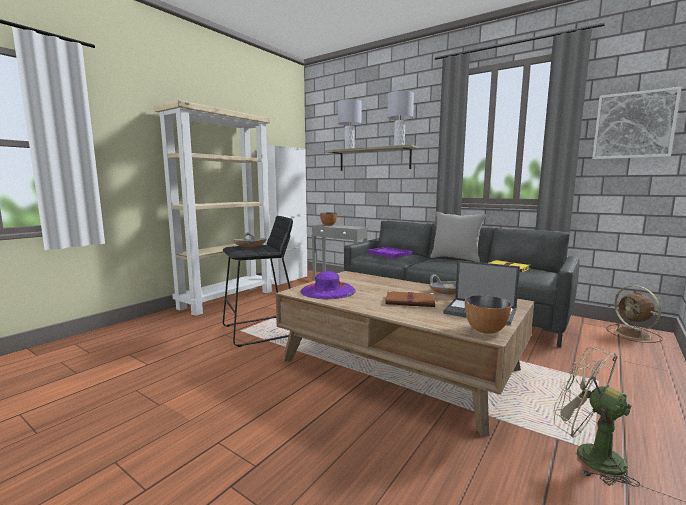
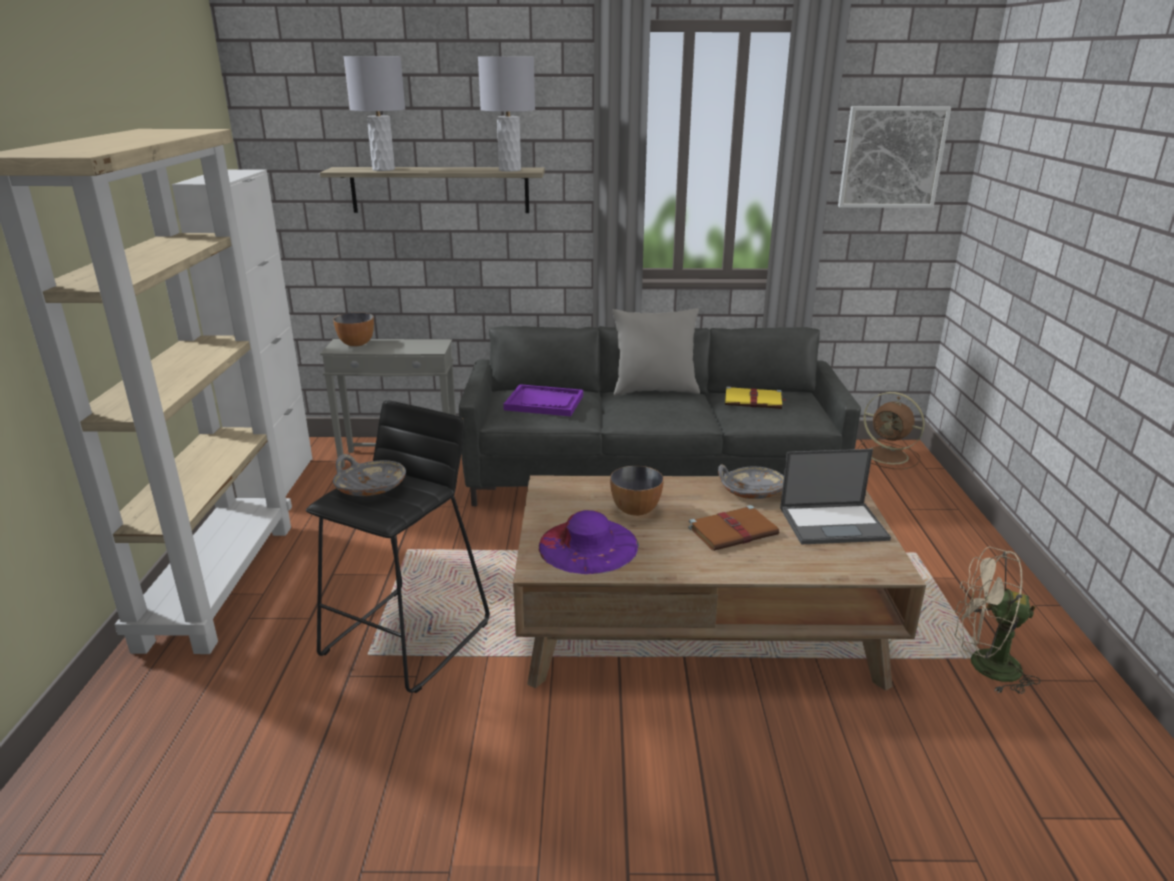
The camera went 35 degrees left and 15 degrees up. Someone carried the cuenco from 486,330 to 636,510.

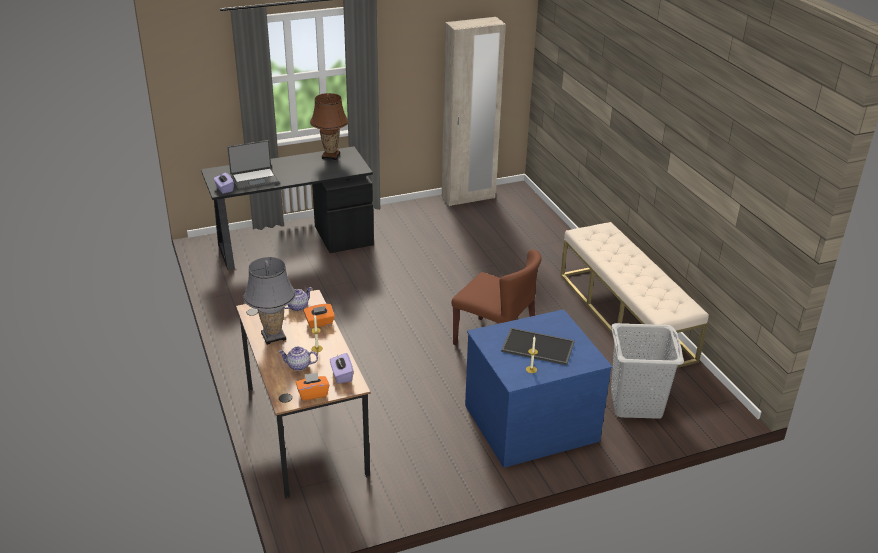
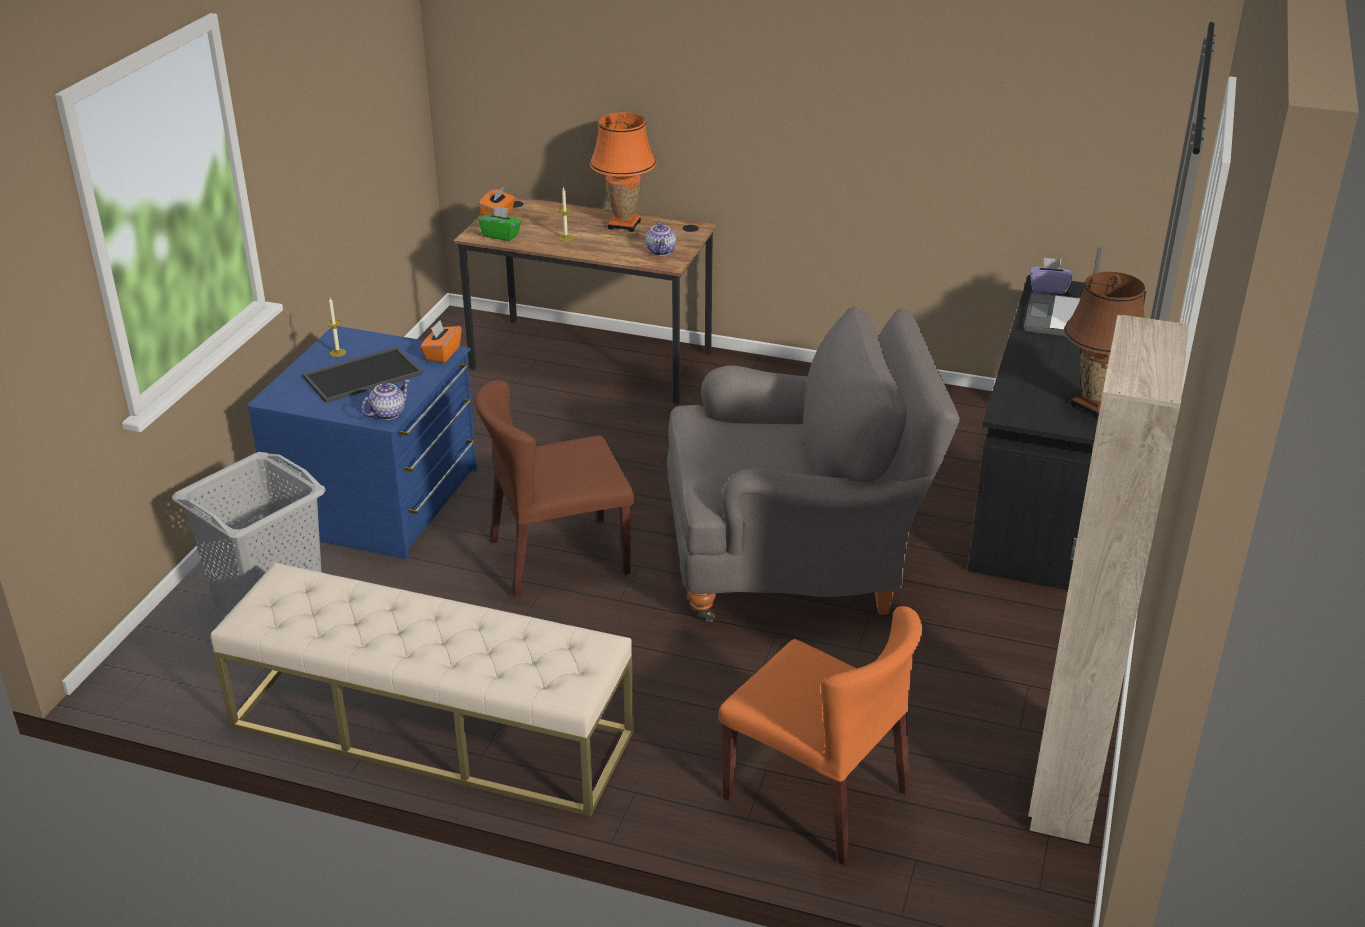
The camera went 130 degrees right and 0 degrees up. Someone put down the sillón (gris) at 796,561. Someone put down the silla (naranja) at 817,795. Someone carried the tetera from 298,366 to 388,413. Someone carried the caja de pañuelos (naranja) from 319,323 to 442,354. Someone repainted the lámpara de mesa (gris) at 273,336, which became the lámpara de mesa (naranja) at 624,225. Someone repainted the caja de pañuelos (morado) at 341,375, which became the caja de pañuelos (verde) at 501,235.

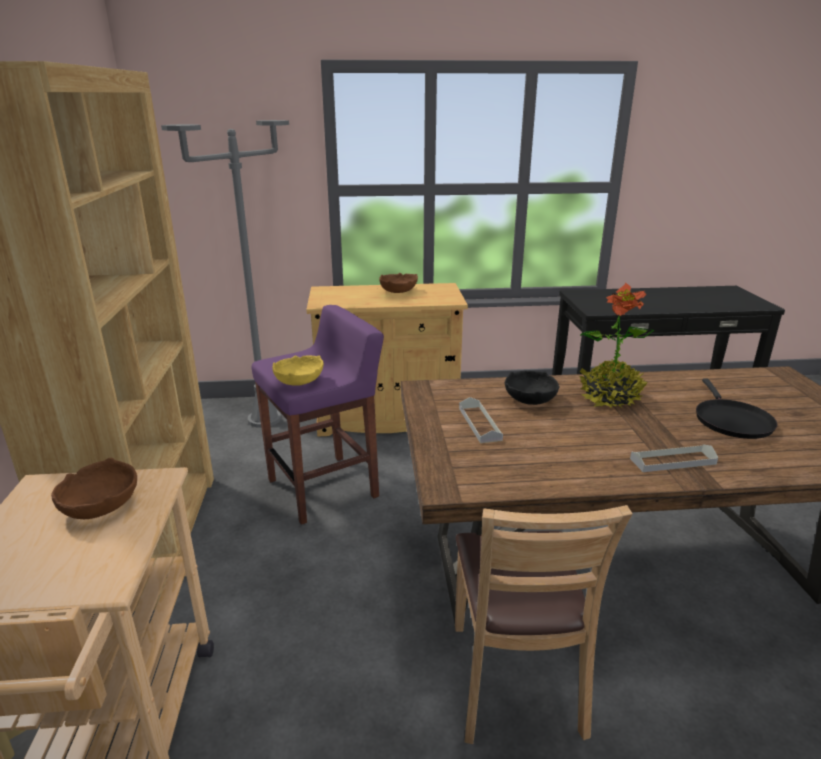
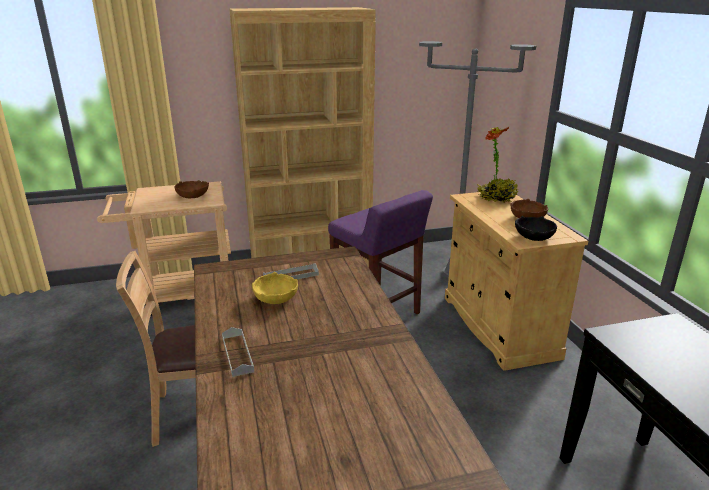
The camera went 80 degrees right and 0 degrees up. Someone took away the sartén (negro) at 730,420. Someone carried the cuenco (amarillo) from 299,381 to 276,299. Someone carried the cuenco (negro) from 530,399 to 534,237. Someone carried the planta en maceta from 609,397 to 496,198.

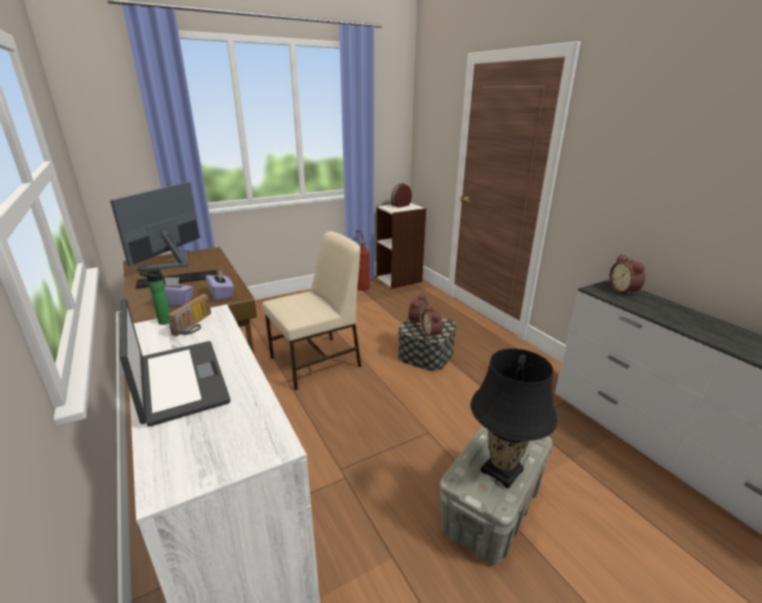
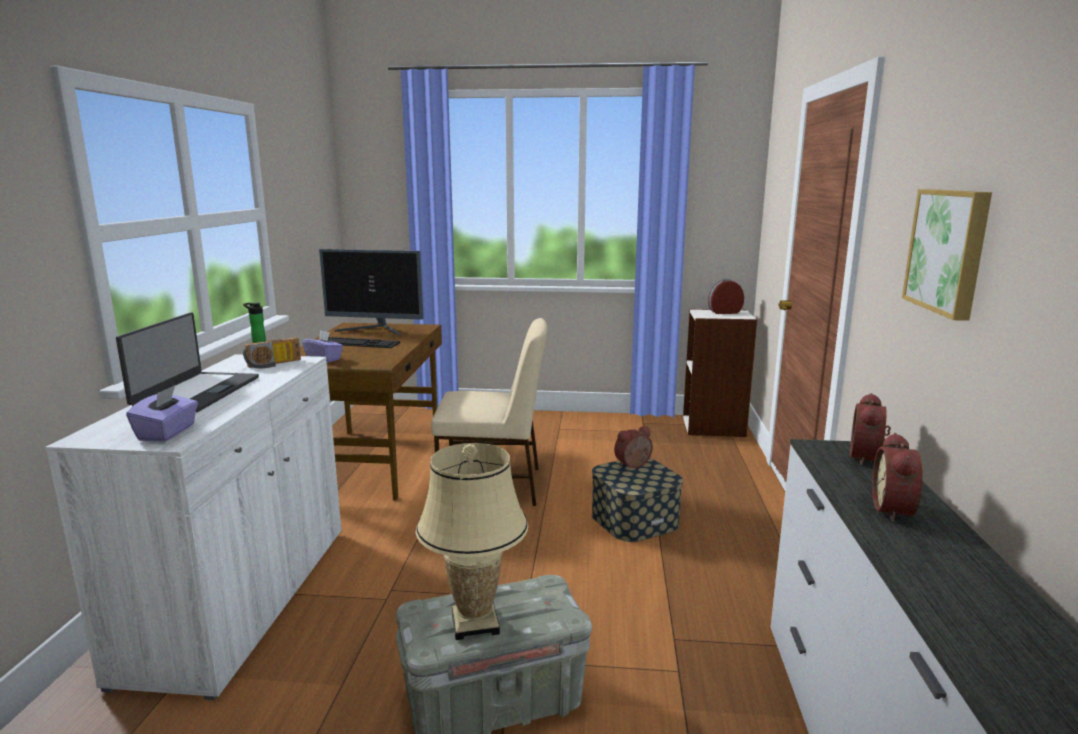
The camera went 35 degrees right and 10 degrees down. Someone took away the extintor at 361,287. Someone put up the cuadro at 949,251. Someone carried the caja de pañuelos (morado) from 221,295 to 167,433. Someone carried the despertador from 432,333 to 896,510. Someone repainted the lámpara de mesa (negro) at 501,471, which became the lámpara de mesa (beis) at 474,623. Someone rotated the monitor at 172,263 by 135 degrees counterclockwise.

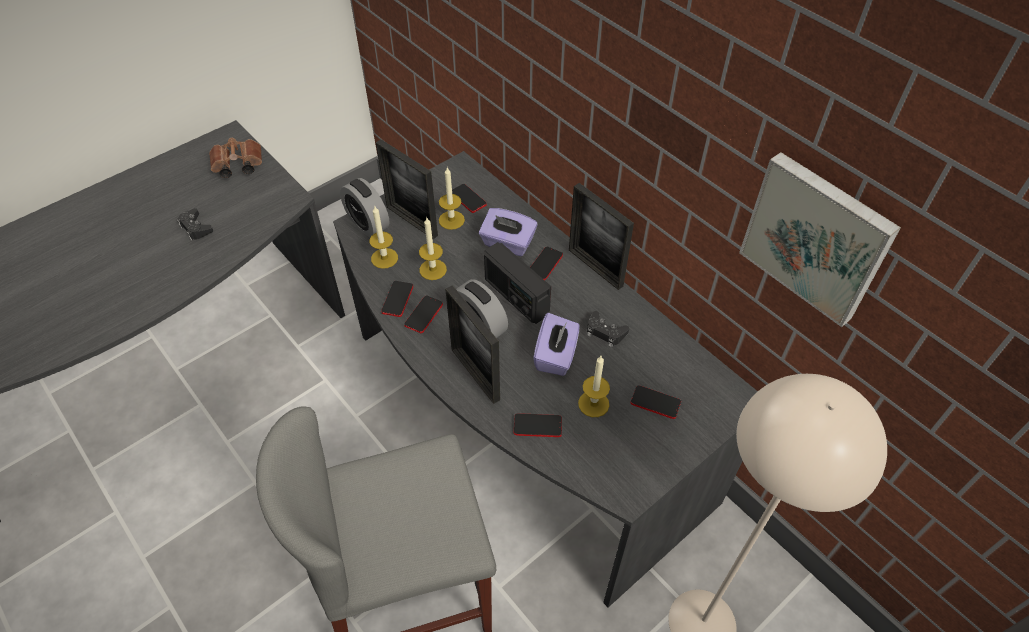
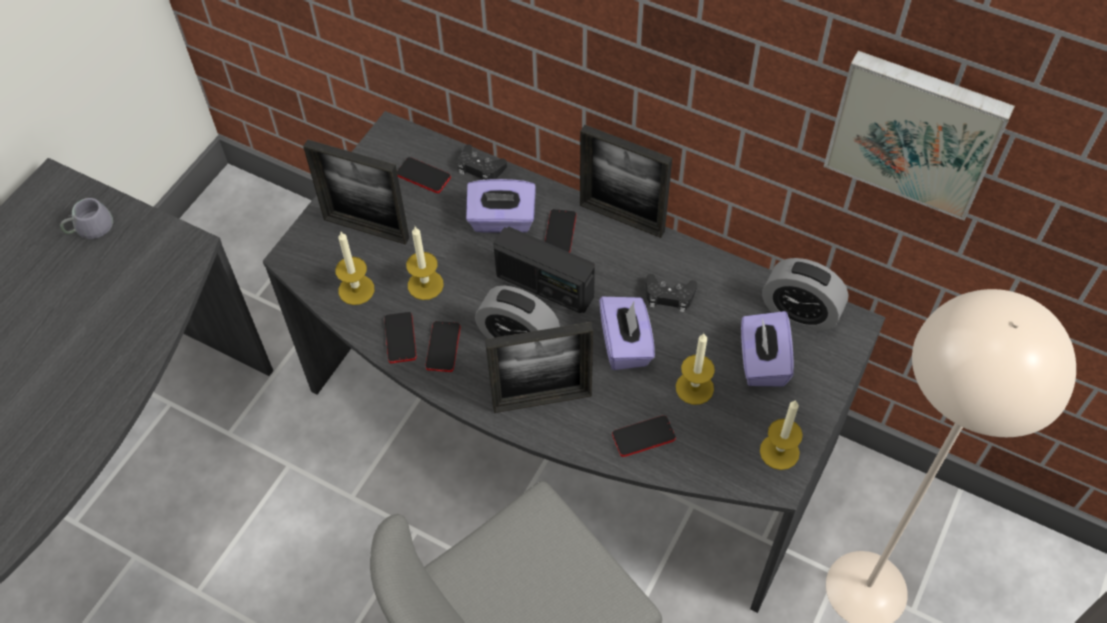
The camera went 20 degrees left and 5 degrees up. Someone carried the mando de consola (negro) from 195,228 to 480,168. Someone carried the despertador from 367,223 to 800,312. Someone carried the vela from 451,220 to 779,451. Someone swapped the prismáticos (marrón) at 237,166 for the taza grande (gris) at 88,225. Someone swapped the móvil at 655,402 for the caja de pañuelos (morado) at 762,362. Someone rotated the portarretratos at 475,374 by 45 degrees counterclockwise.

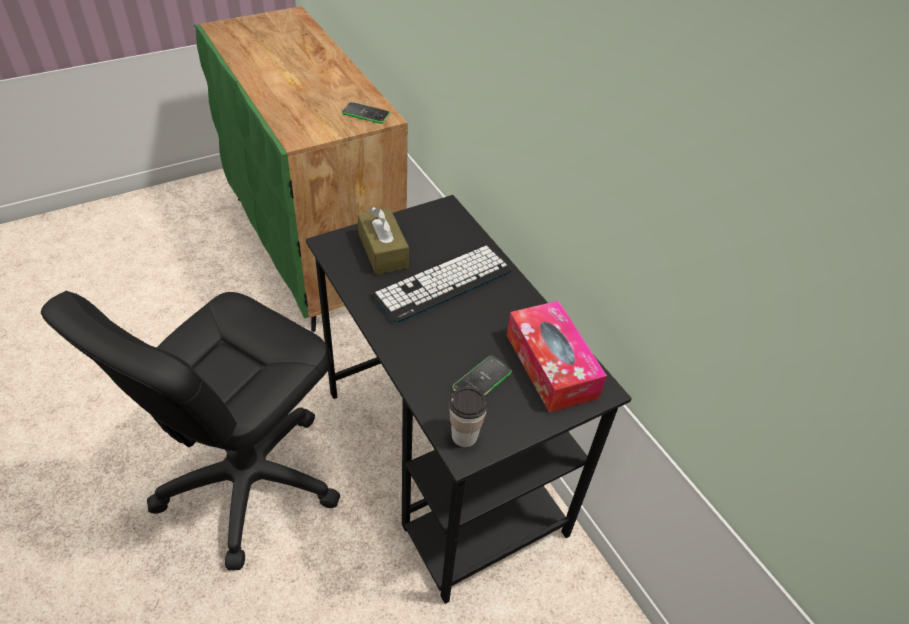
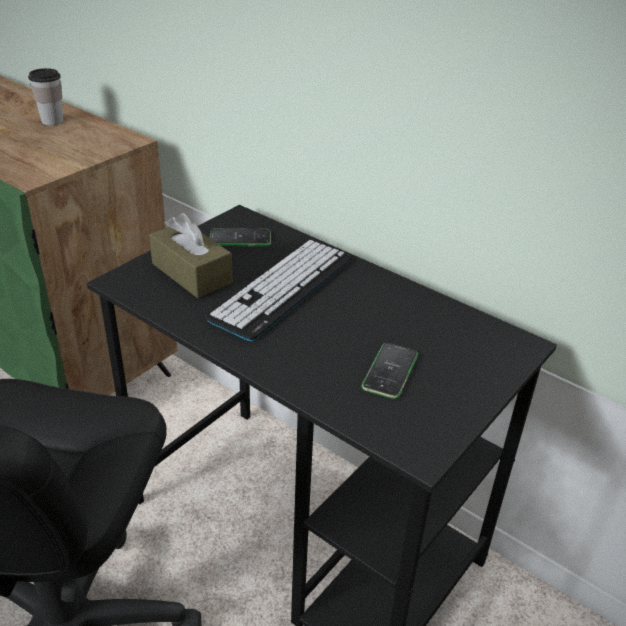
The camera went 20 degrees left and 10 degrees down. Someone took away the caja de pañuelos at 551,365. Someone carried the móvil from 366,114 to 240,238. Someone carried the taza from 464,436 to 52,121.

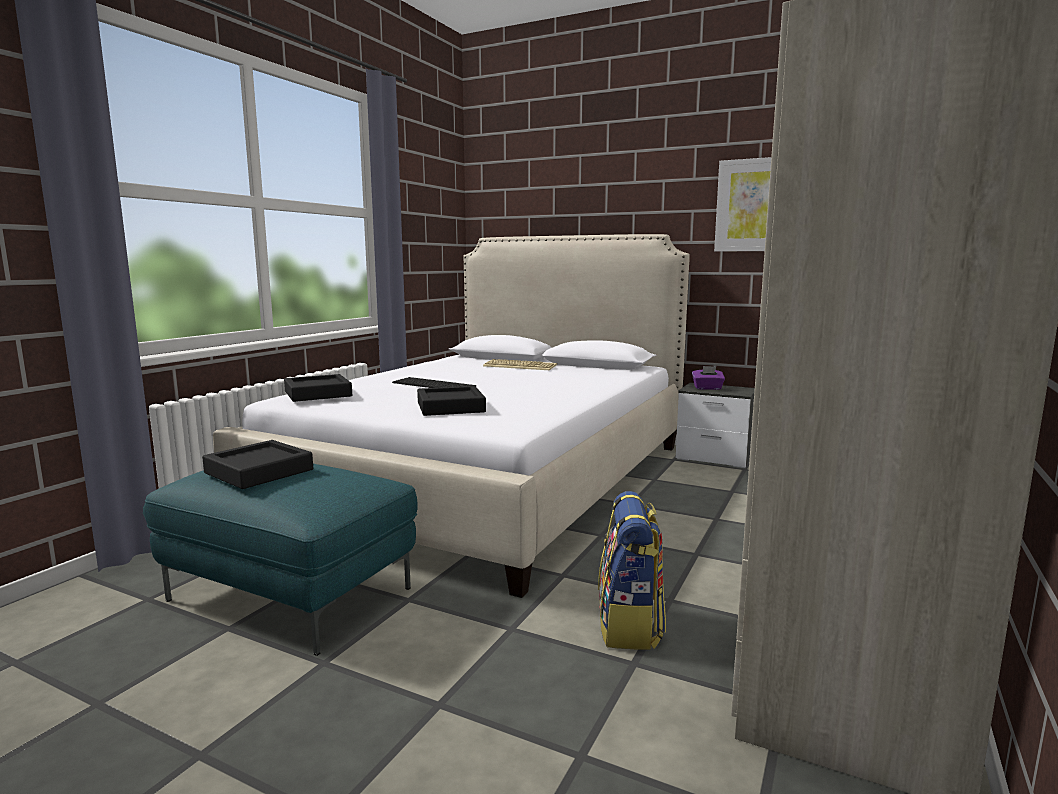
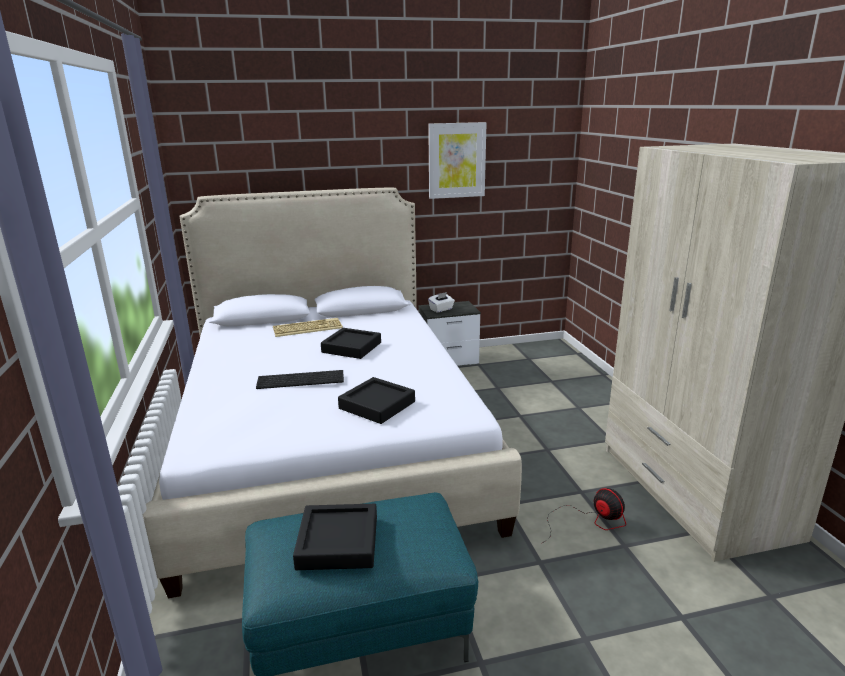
The camera went 40 degrees left and 10 degrees up. Someone carried the bandeja (negro) from 318,394 to 351,347. Someone swapped the mochila at 630,625 for the ventilador at 589,521. Someone repainted the caja de pañuelos (morado) at 707,388, which became the caja de pañuelos (blanco) at 441,309.

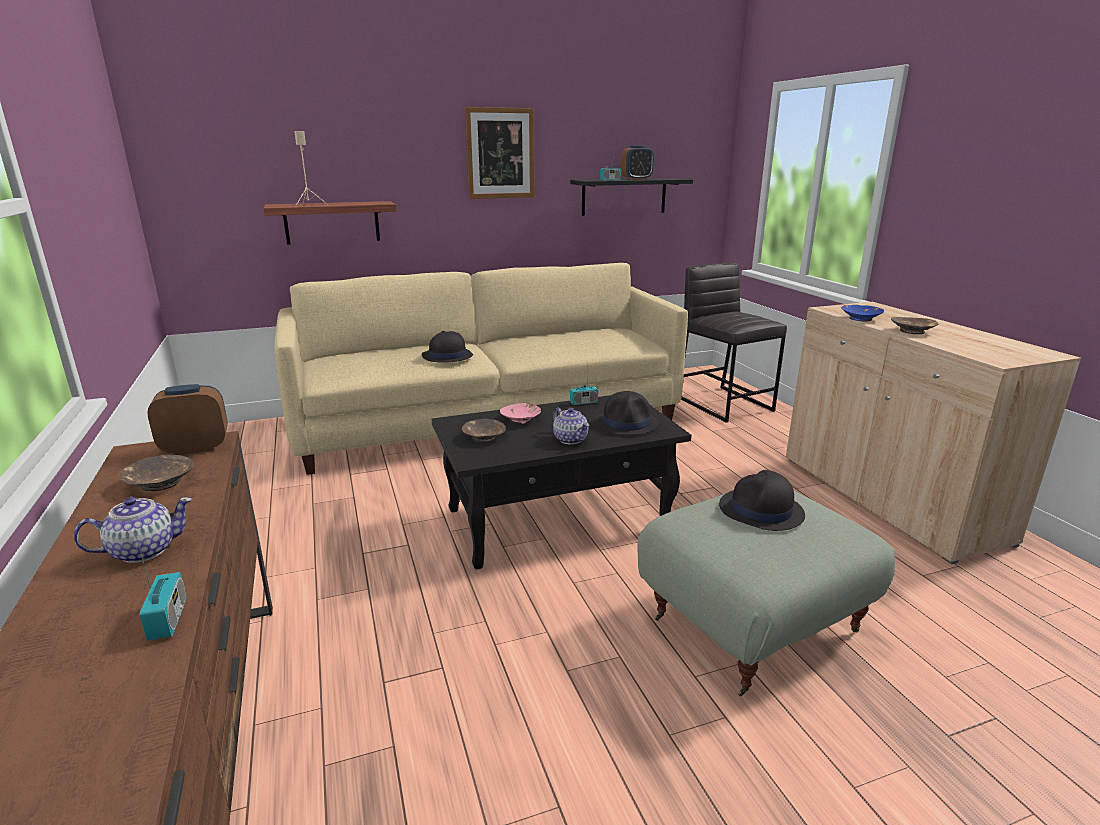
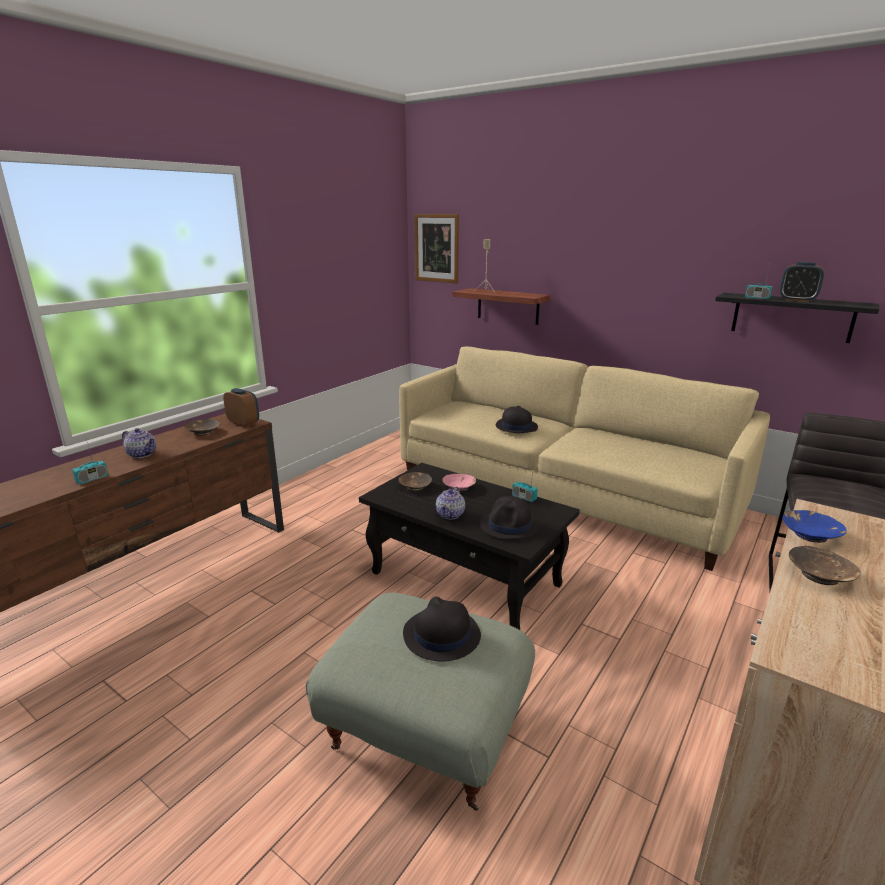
The camera went 55 degrees right and 0 degrees up. Someone carried the cuadro from 500,153 to 436,248.

